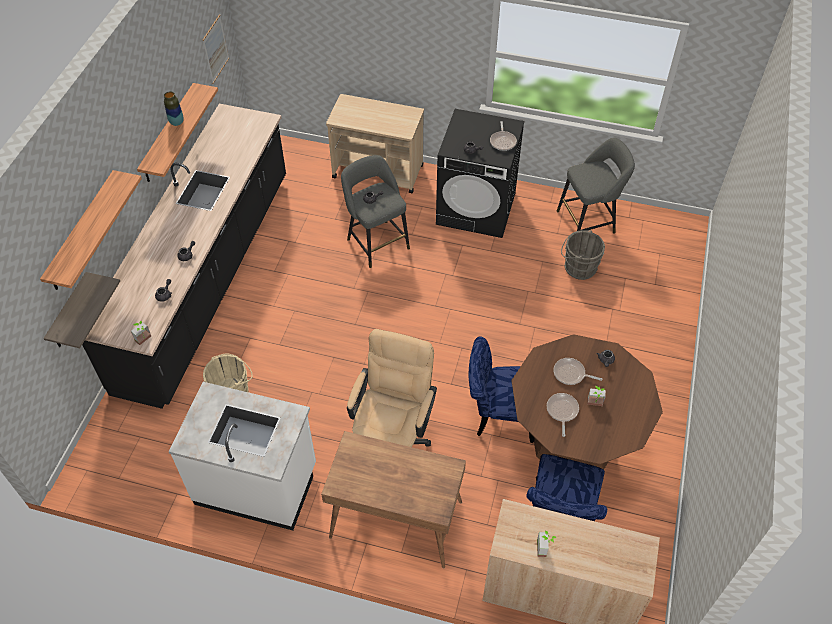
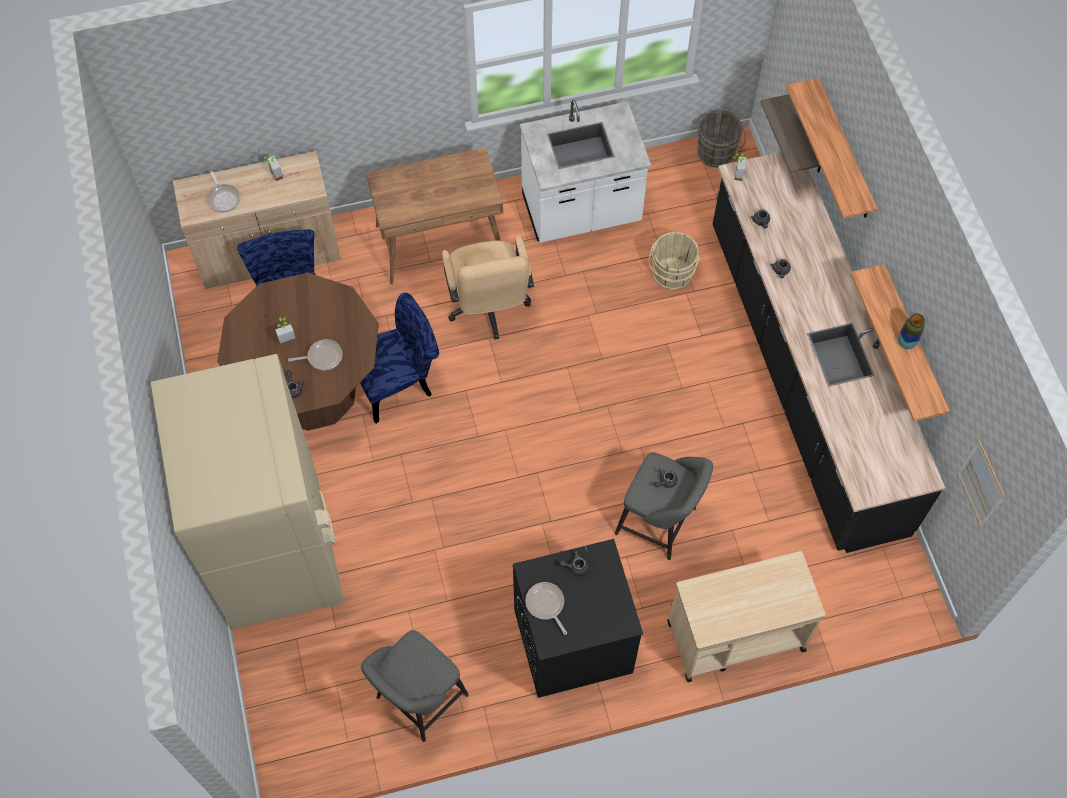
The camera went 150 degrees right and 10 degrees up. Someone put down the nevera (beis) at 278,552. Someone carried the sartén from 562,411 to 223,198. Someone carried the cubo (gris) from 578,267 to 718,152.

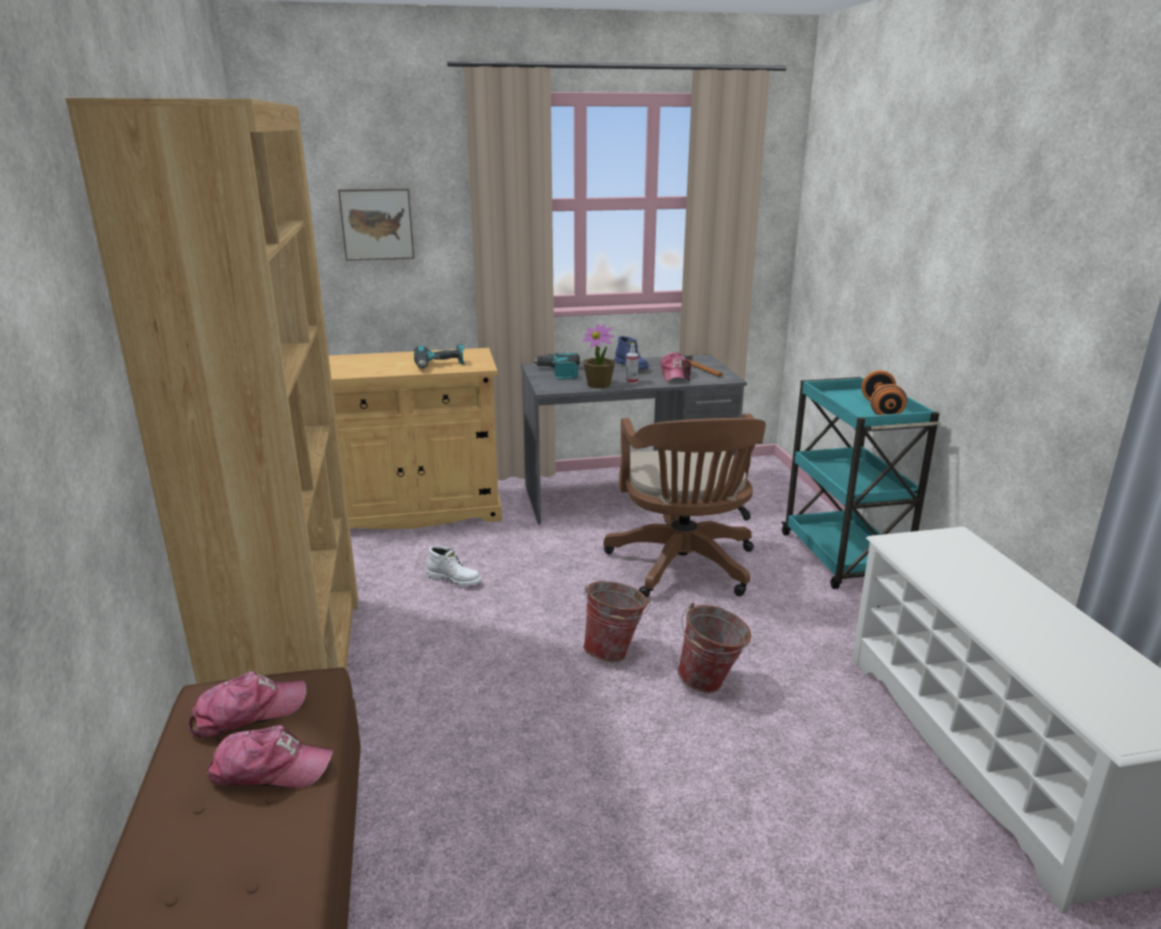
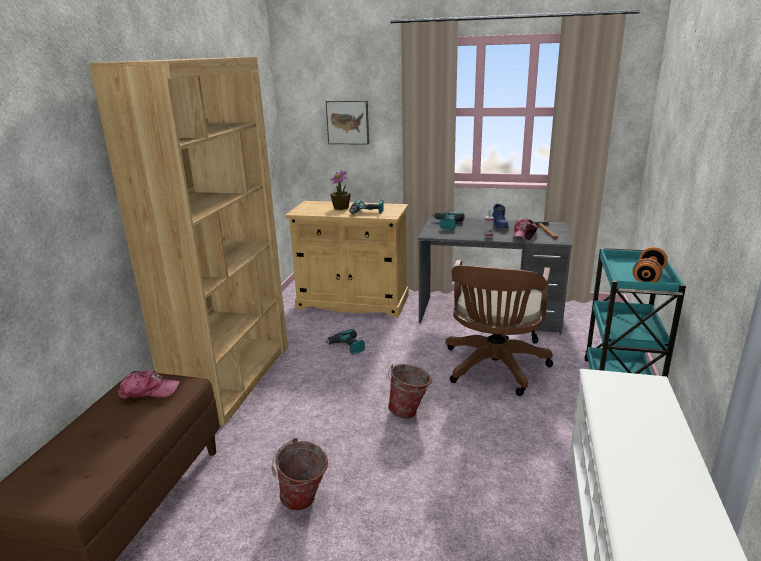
The camera went 25 degrees right and 0 degrees up. Someone took away the gorra at 270,769. Someone carried the planta en maceta from 598,384 to 341,207. Someone carried the cubo from 711,683 to 303,503. Someone swapped the bota (blanco) at 454,579 for the taladro at 346,347.

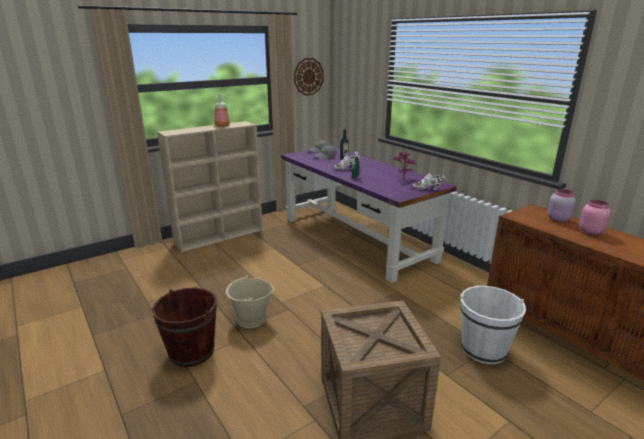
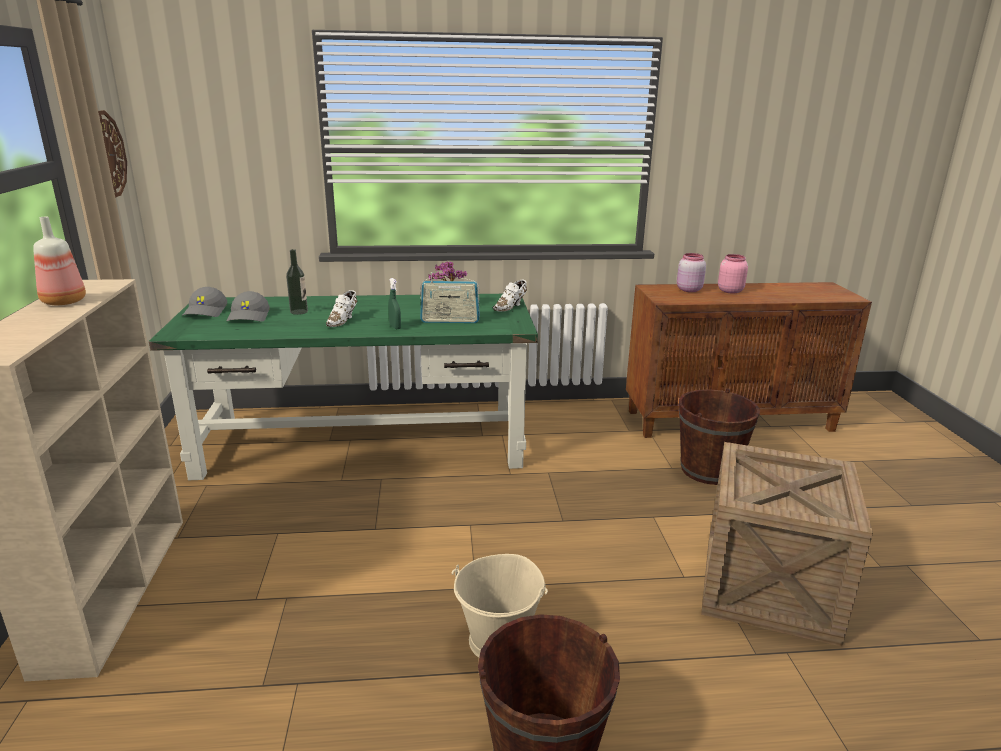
The camera went 60 degrees left and 0 degrees up. Someone put down the radio at 450,320. Someone repainted the escritorio (morado) at 357,239, which became the escritorio (verde) at 366,443. Someone repainted the cubo (blanco) at 483,349, which became the cubo (marrón) at 709,470.

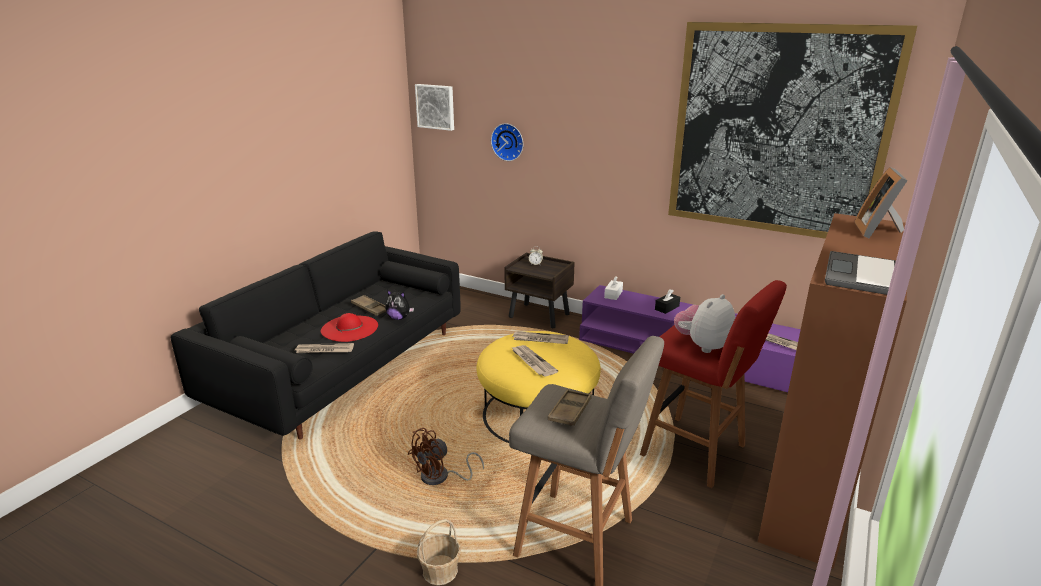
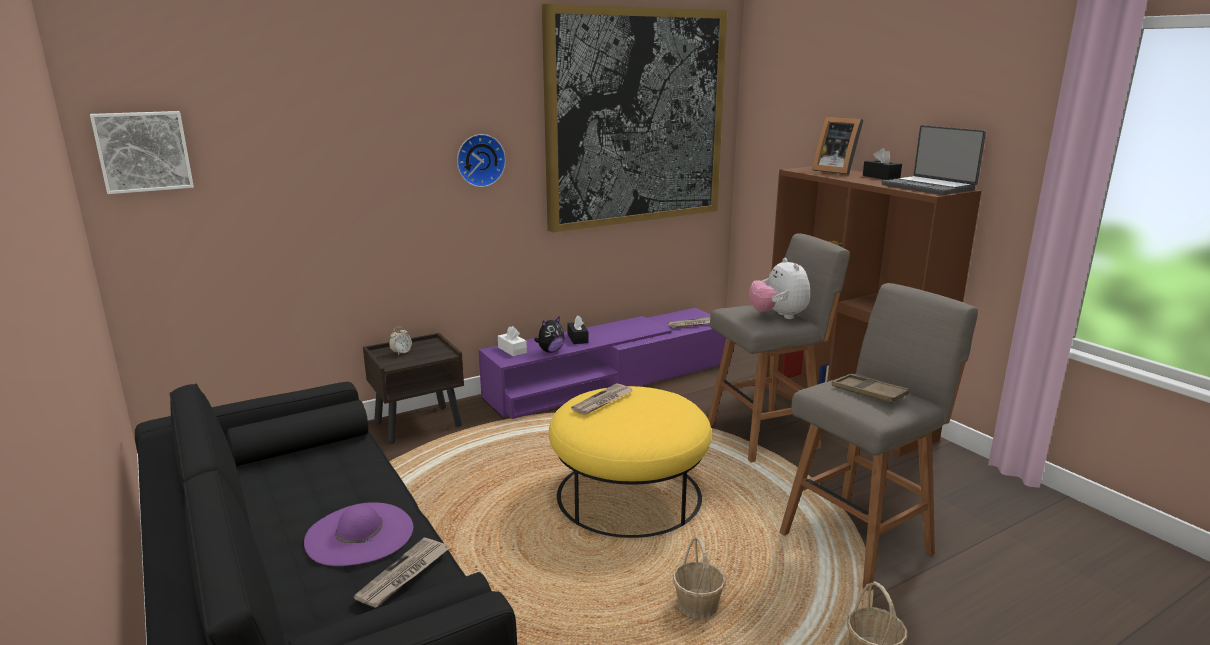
The camera went 60 degrees left and 5 degrees down. Someone took away the bandeja (marrón) at 370,308. Someone took away the periódico at 532,362. Someone put down the caja de pañuelos (negro) at 881,177. Someone carried the peluche from 399,318 to 550,351. Someone carried the reloj de pared from 508,141 to 480,160. Someone swapped the ventilador (marrón) at 441,477 for the cesta at 697,605. Someone repainted the sombrero (rojo) at 349,328, which became the sombrero (morado) at 359,534. Someone repainted the taburete (rojo) at 696,452, which became the taburete (gris) at 766,435.

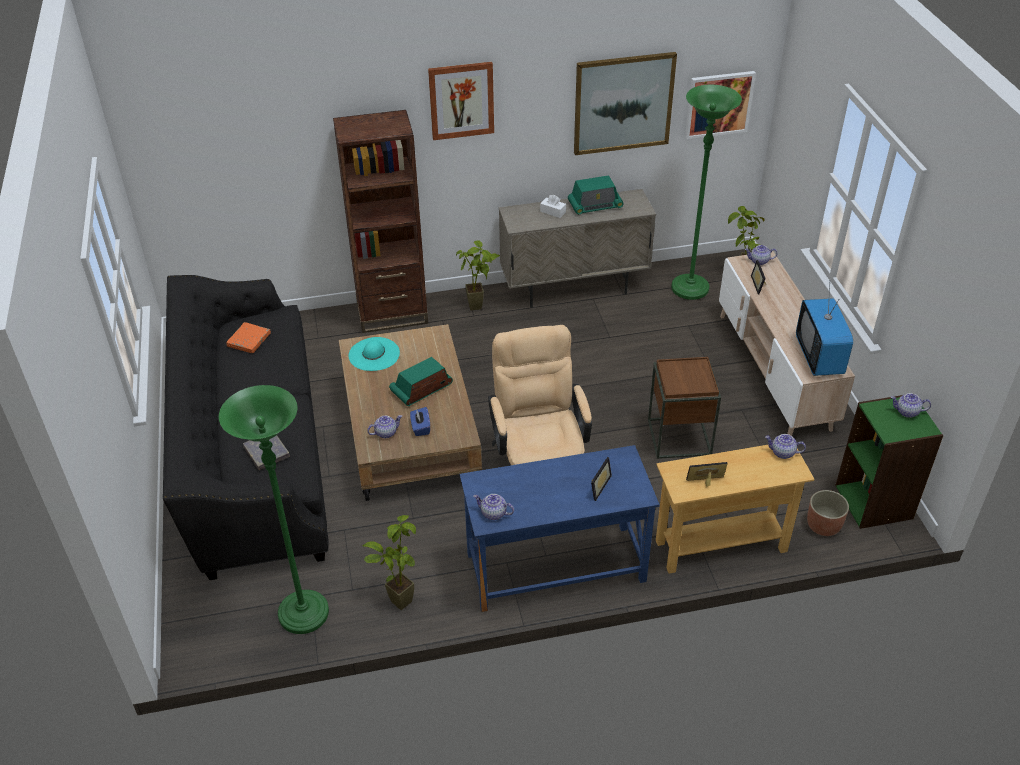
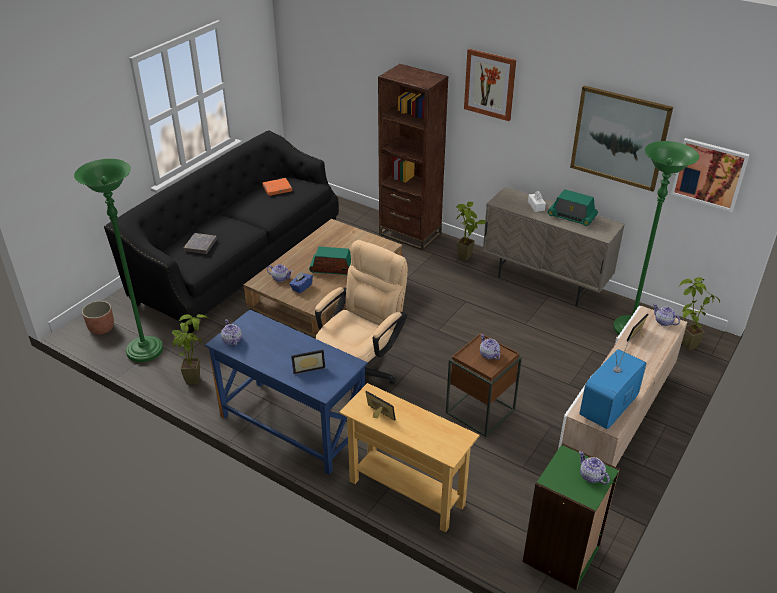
The camera went 45 degrees right and 5 degrees down. Someone took away the sombrero (turquesa) at 374,354. Someone carried the tetera from 782,453 to 488,354. Someone carried the maceta from 823,525 to 101,328.

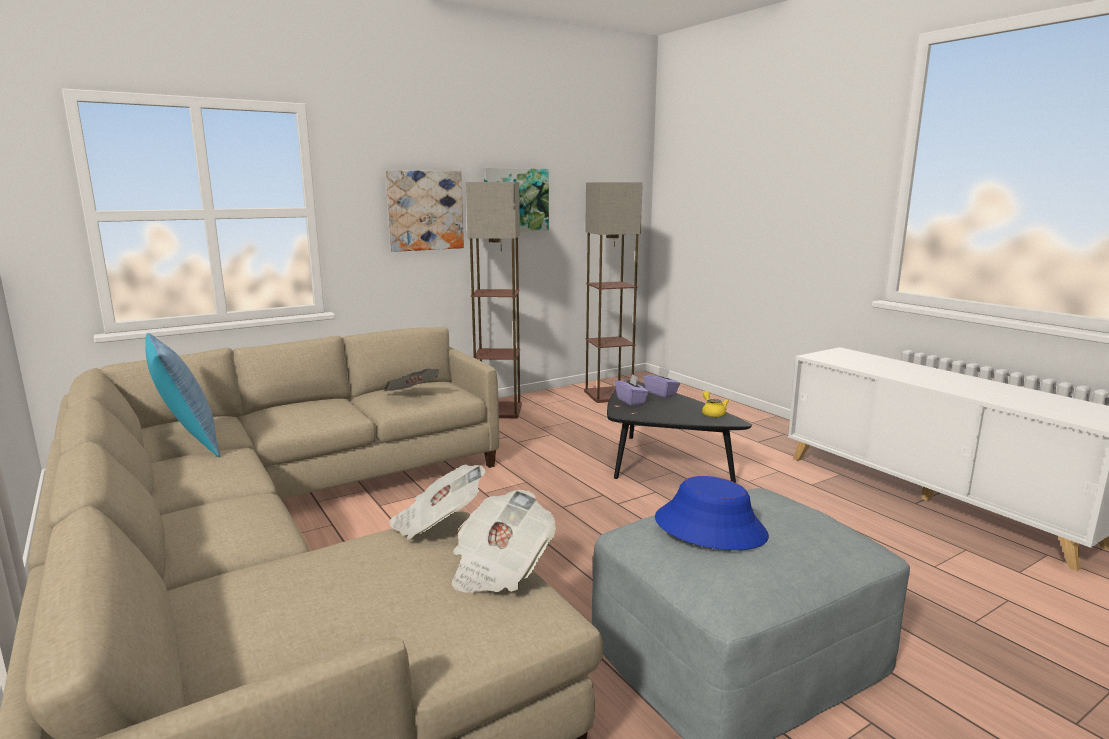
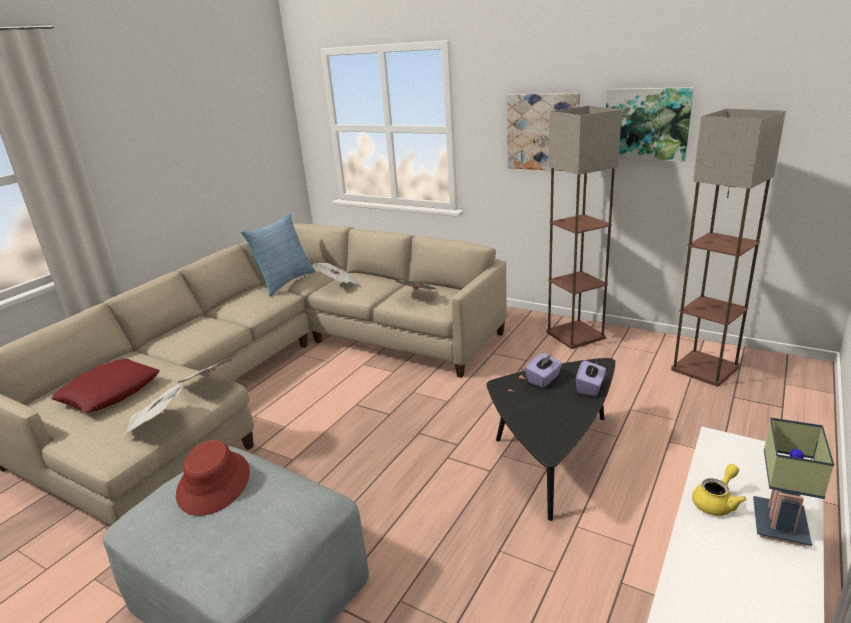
The camera went 65 degrees right and 10 degrees up. Someone put down the cojín (rojo) at 110,392. Someone put down the periódico at 339,284. Someone put down the lámpara de mesa at 776,522. Someone carried the tetera (amarillo) from 712,413 to 717,502. Someone repainted the sombrero (azul) at 710,527, which became the sombrero (rojo) at 214,483.

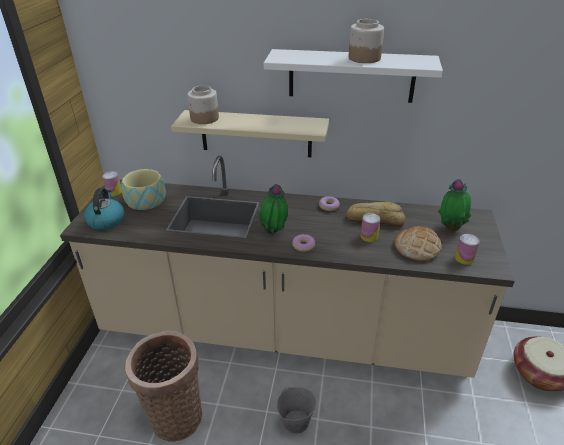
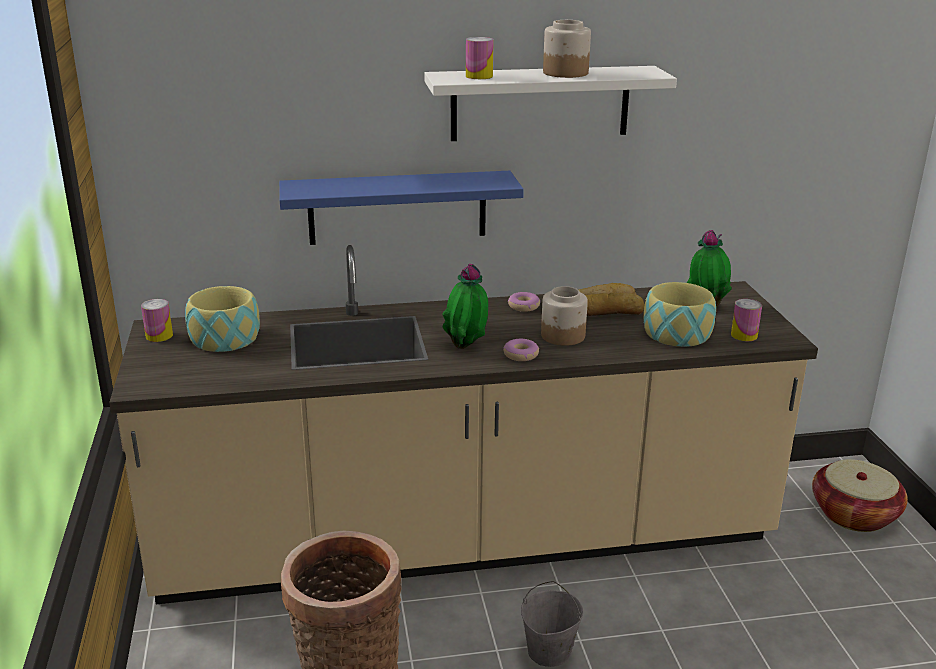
The camera went 20 degrees left and 10 degrees down. Someone took away the hervidor at 106,220. Someone carried the tarro from 204,118 to 563,336. Someone carried the lata from 369,236 to 479,76. Someone swapped the pan at 417,247 for the cuenco at 676,333. Someone repainted the estante (beis) at 256,134, which became the estante (azul) at 397,207.

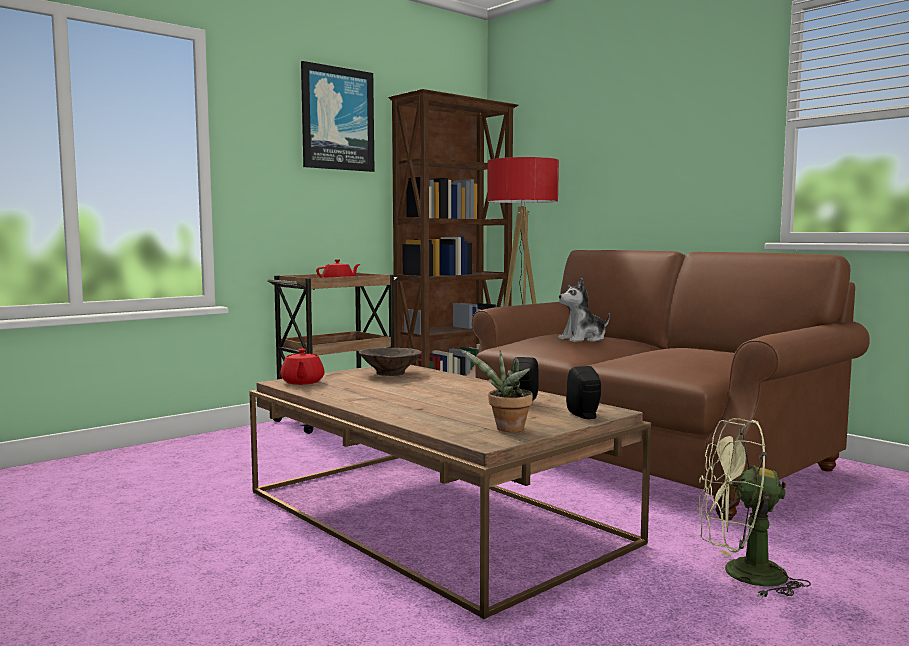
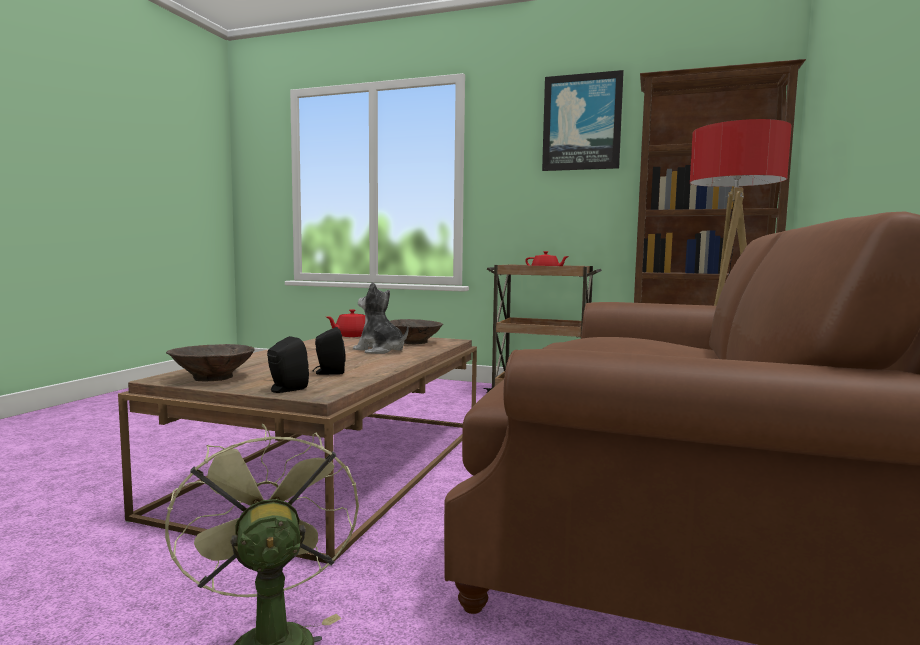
The camera went 60 degrees right and 0 degrees up. Someone carried the peluche from 583,339 to 380,350. Someone swapped the planta en maceta at 506,429 for the cuenco (marrón) at 213,378.

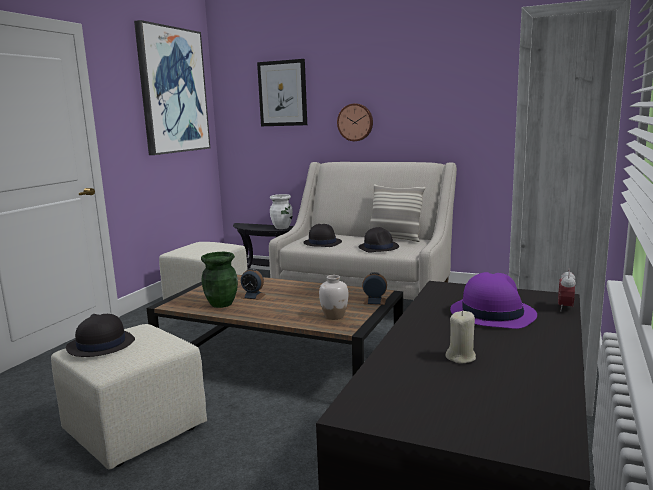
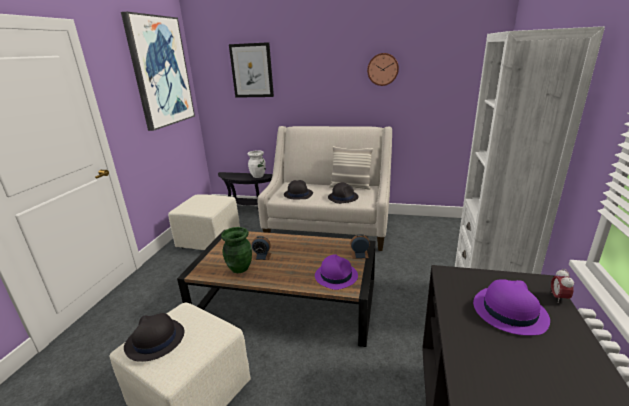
The camera went 10 degrees left and 10 degrees up. Someone took away the vela (beis) at 461,357. Someone carried the reloj de pared from 355,122 to 383,69. Someone swapped the florero (blanco) at 334,316 for the sombrero (morado) at 336,276.

